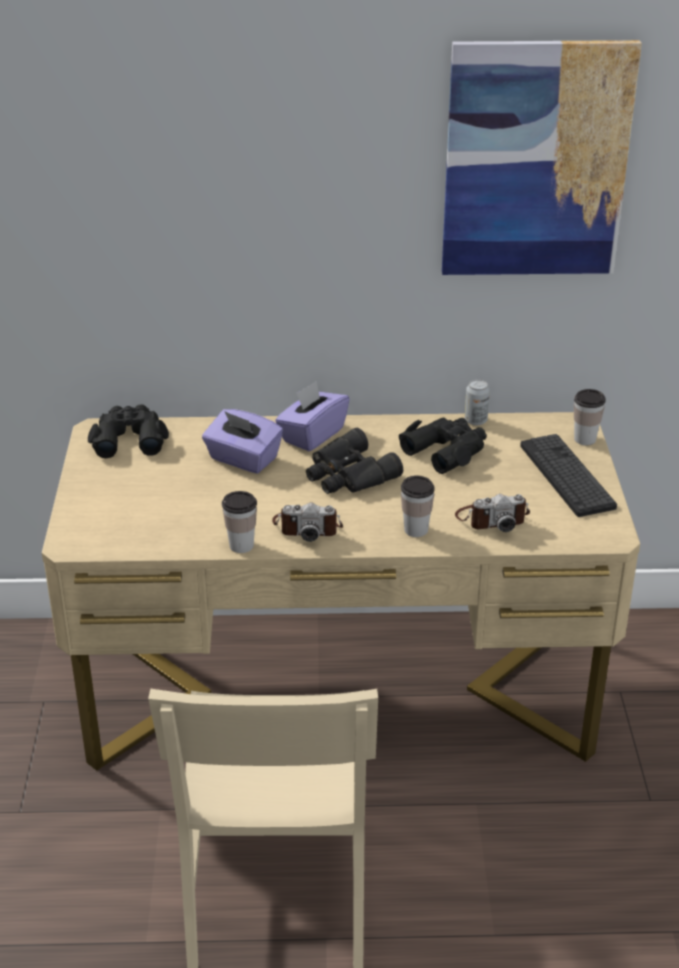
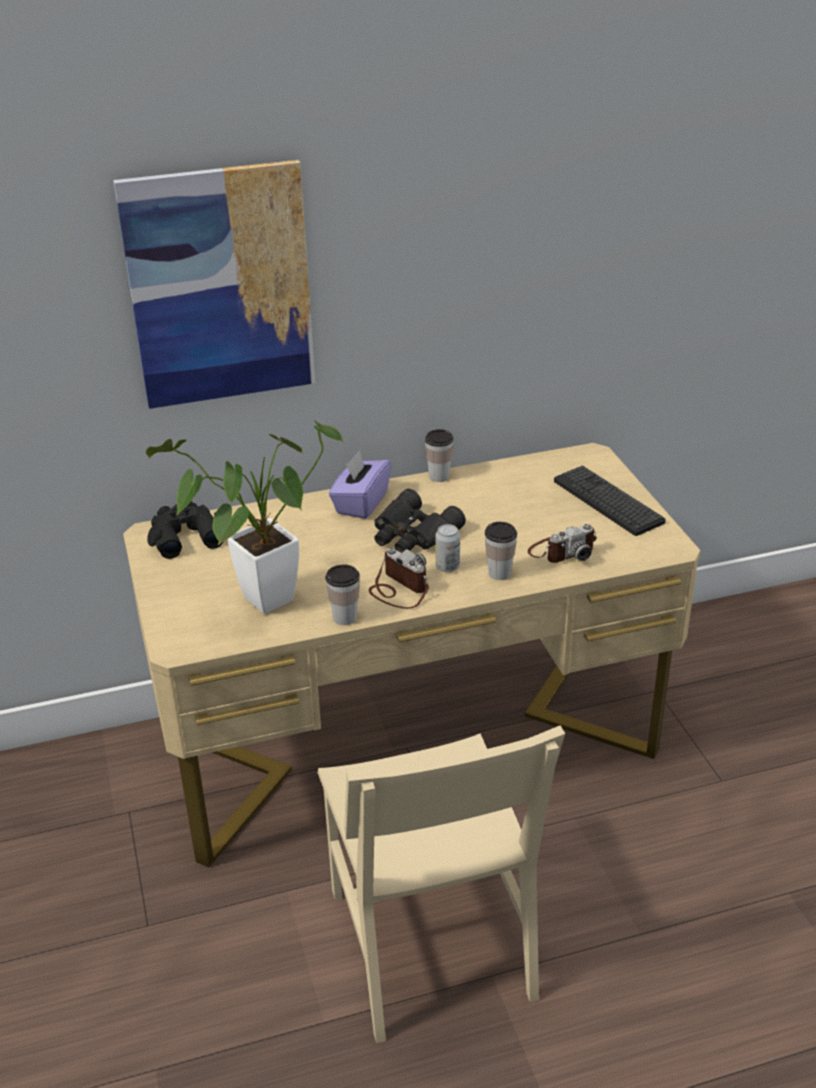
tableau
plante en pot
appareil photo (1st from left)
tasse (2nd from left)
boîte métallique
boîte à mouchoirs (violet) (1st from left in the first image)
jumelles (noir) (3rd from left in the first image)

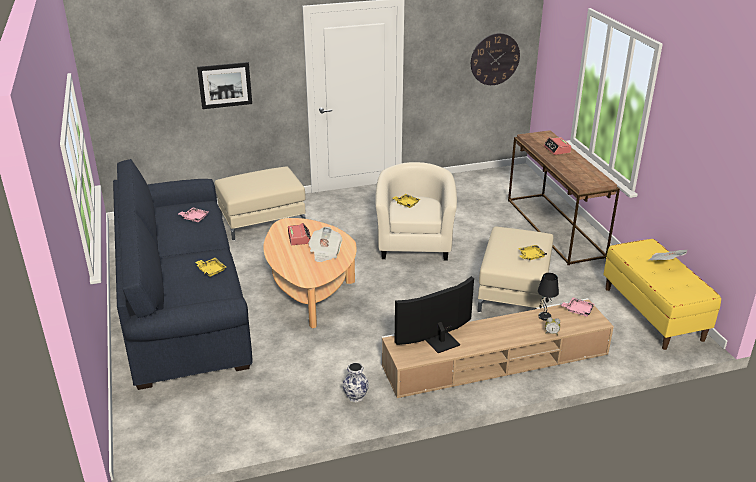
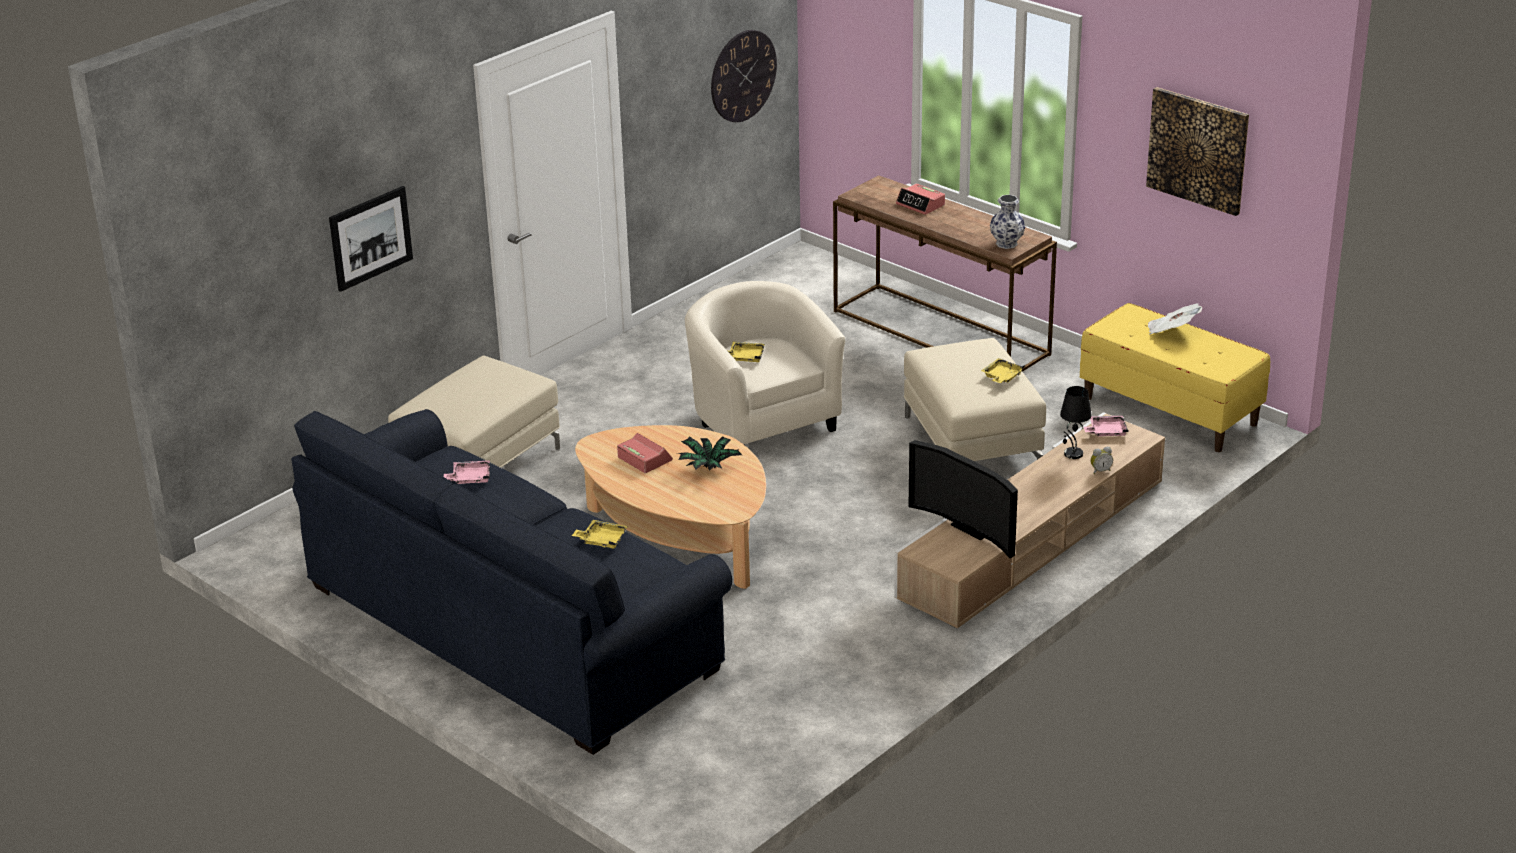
plante en pot
téléviseur
vase
tableau (2nd from left)

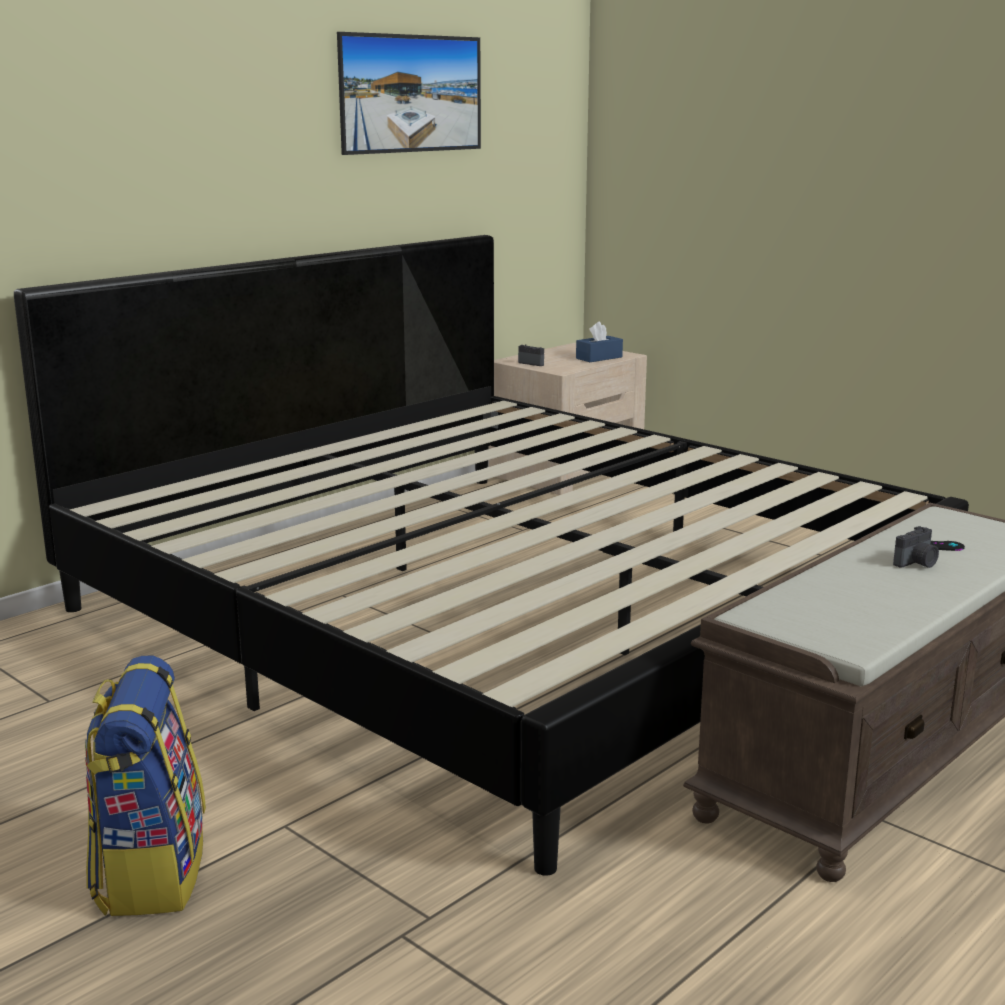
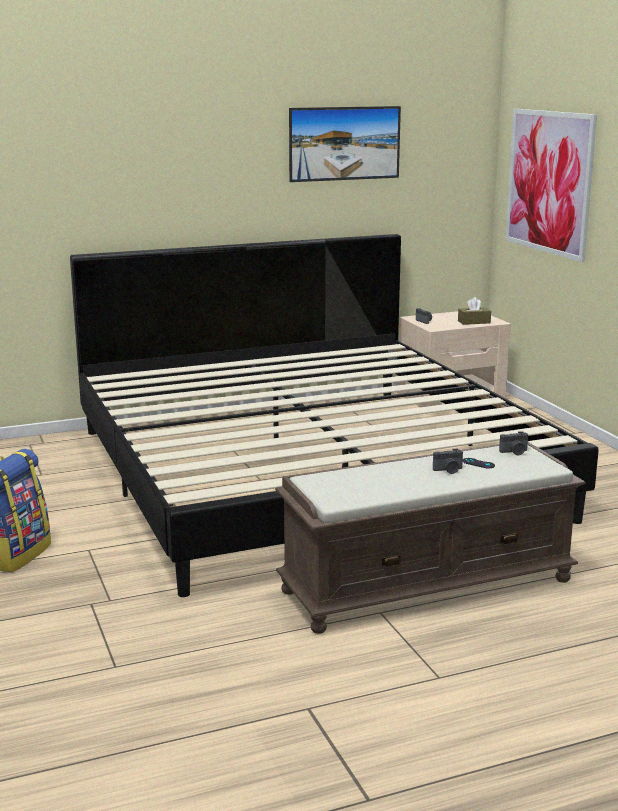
boîte à mouchoirs (marron)
appareil photo (3rd from left)
tableau (2nd from left)

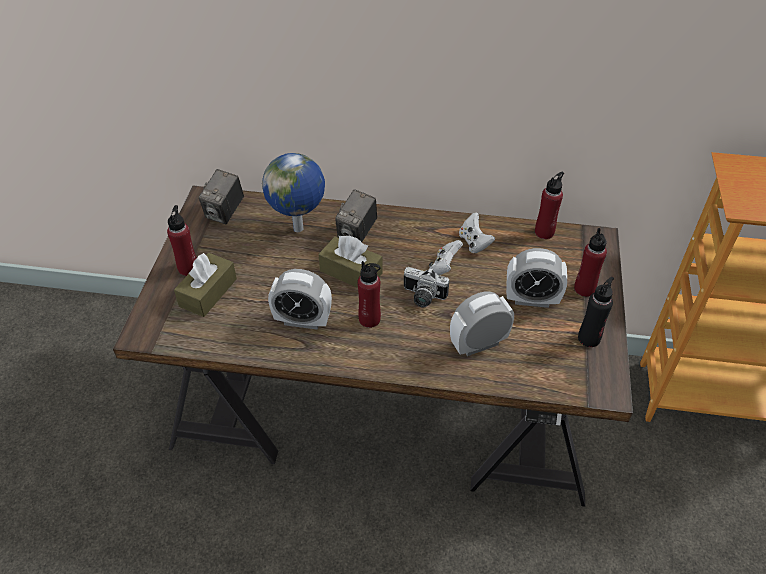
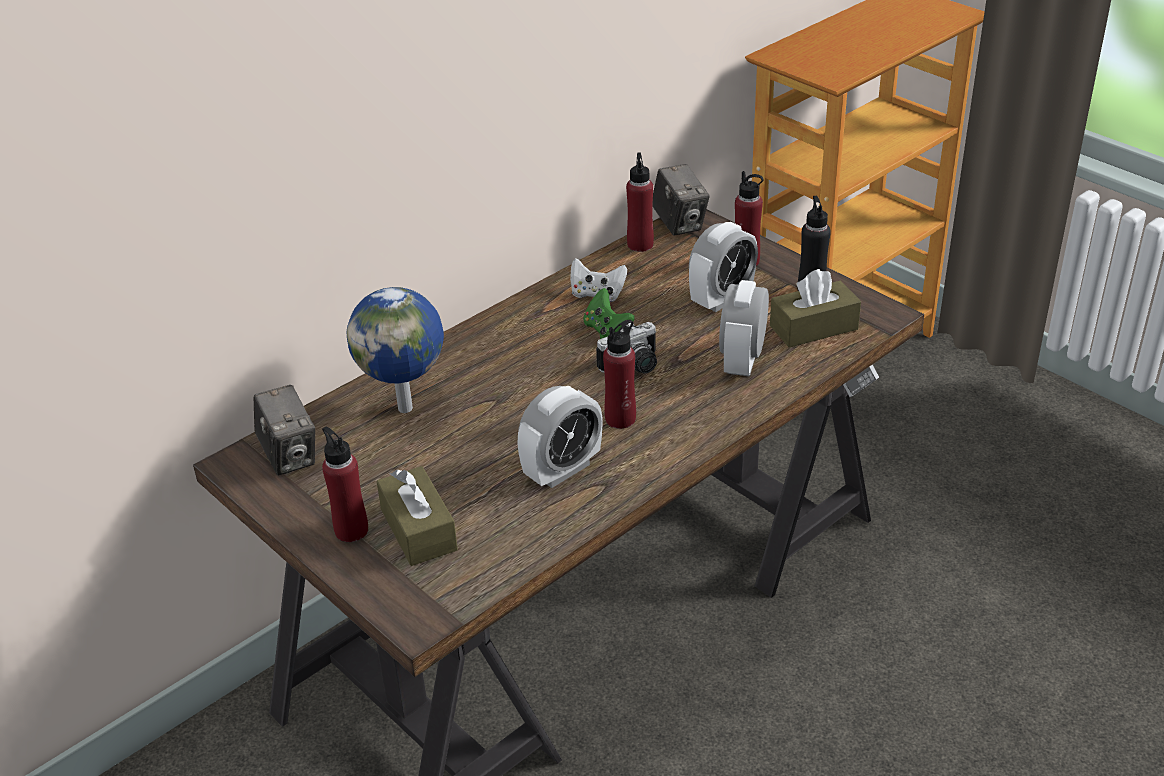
manette (vert)
appareil photo (3rd from left)
boîte à mouchoirs (marron) (2nd from left)

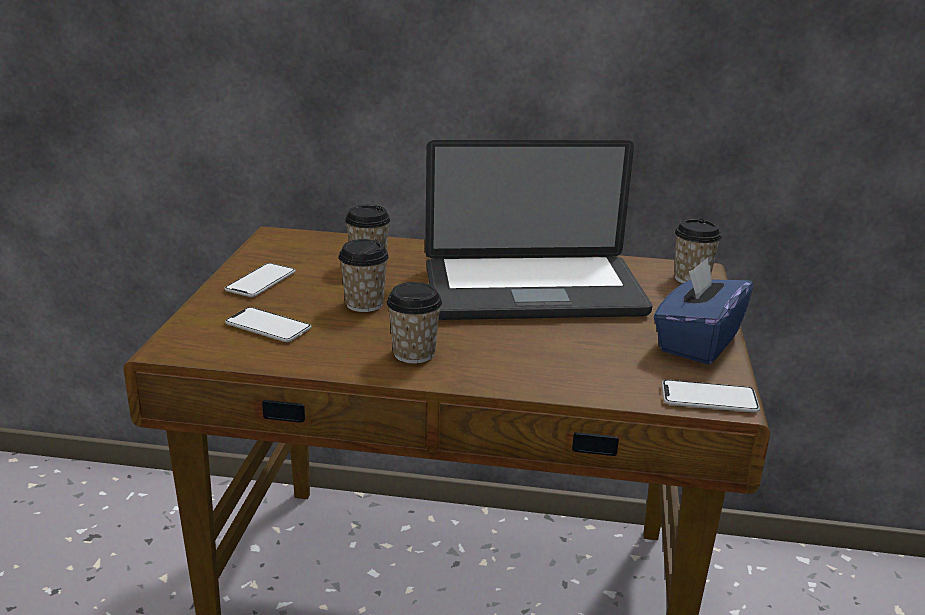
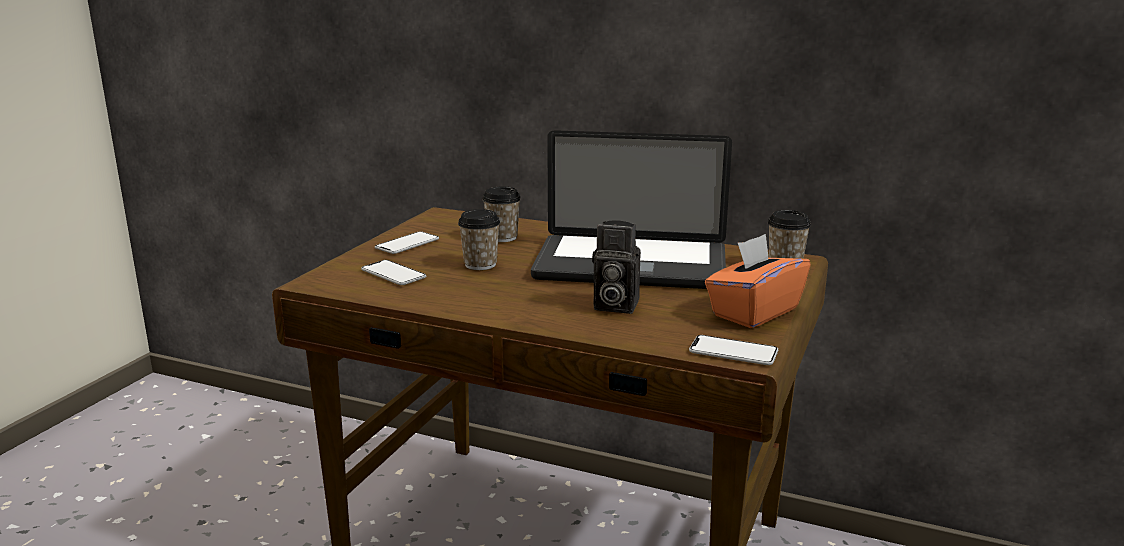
appareil photo
boîte à mouchoirs (orange)
tasse (3rd from left in the first image)

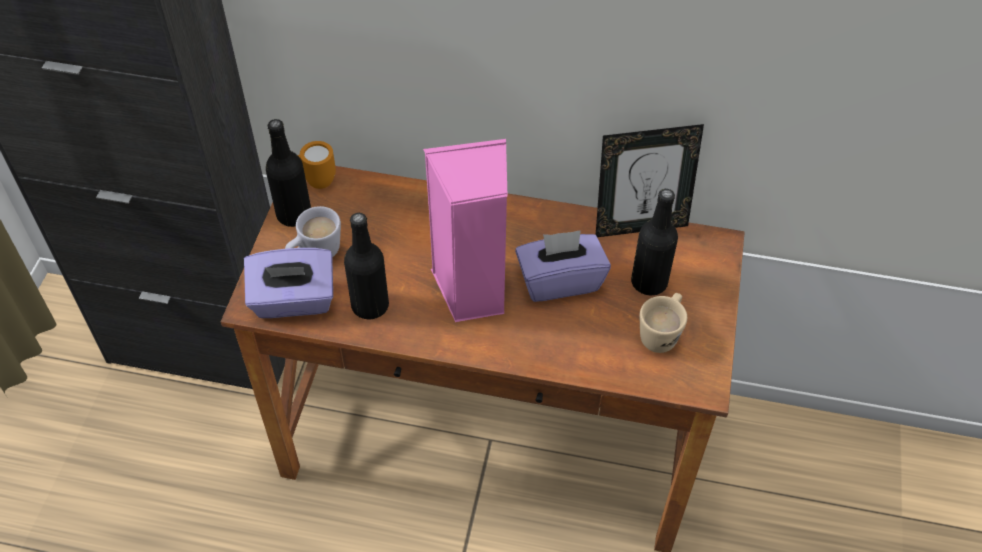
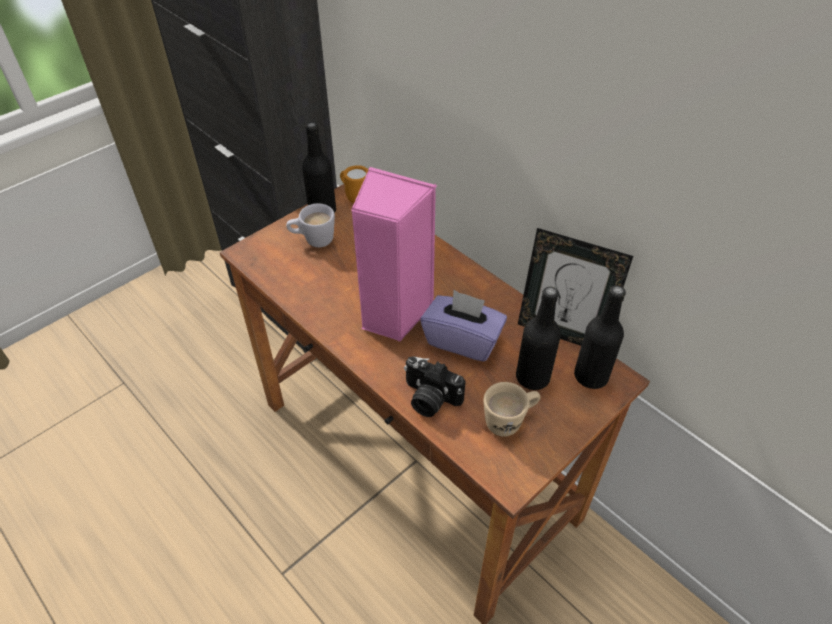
appareil photo
bouteille (noir) (3rd from left)
boîte à mouchoirs (violet) (1st from left in the first image)

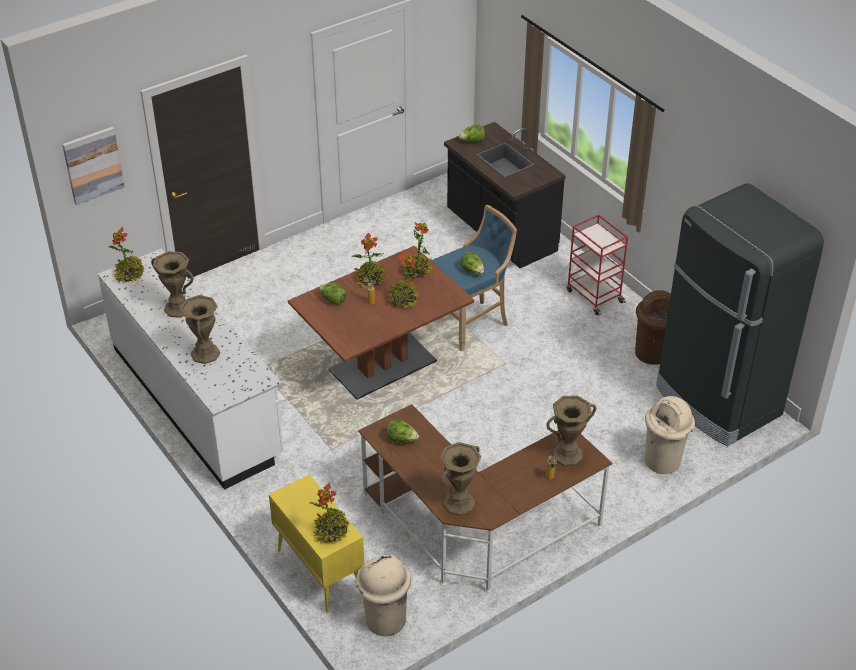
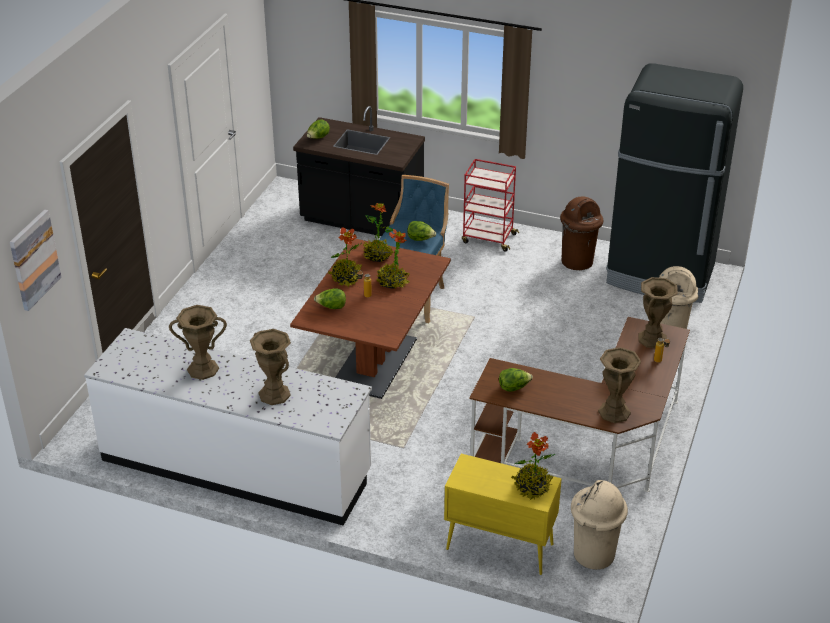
plante en pot (1st from left in the first image)

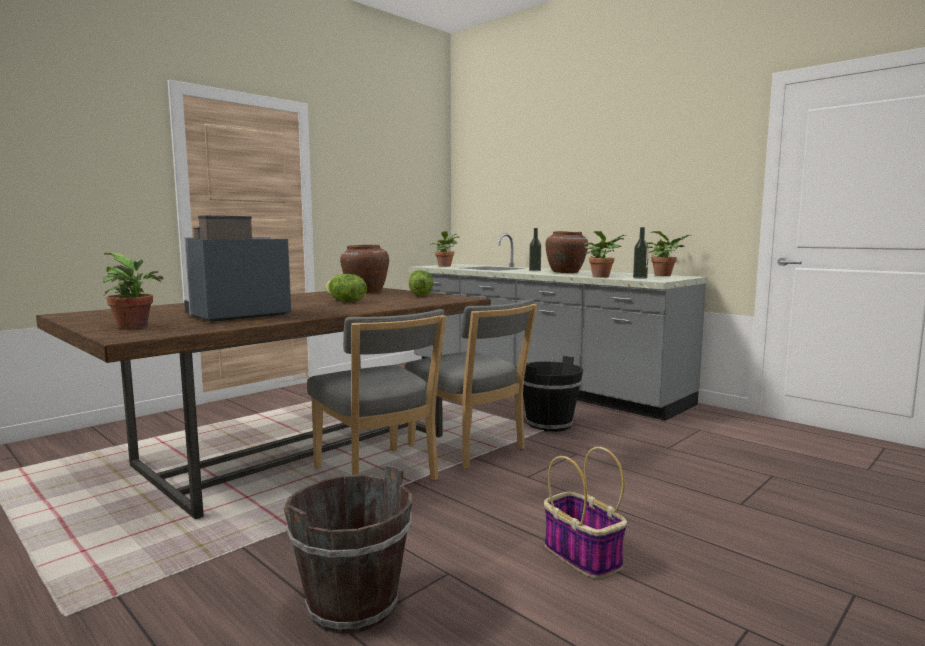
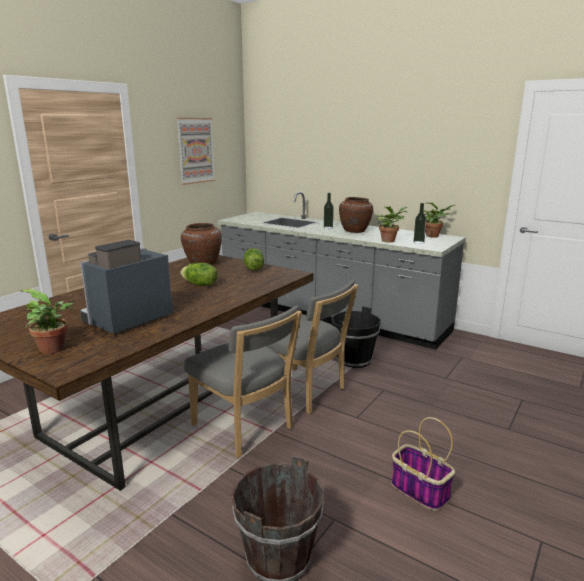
tableau
plante en pot (2nd from left in the first image)

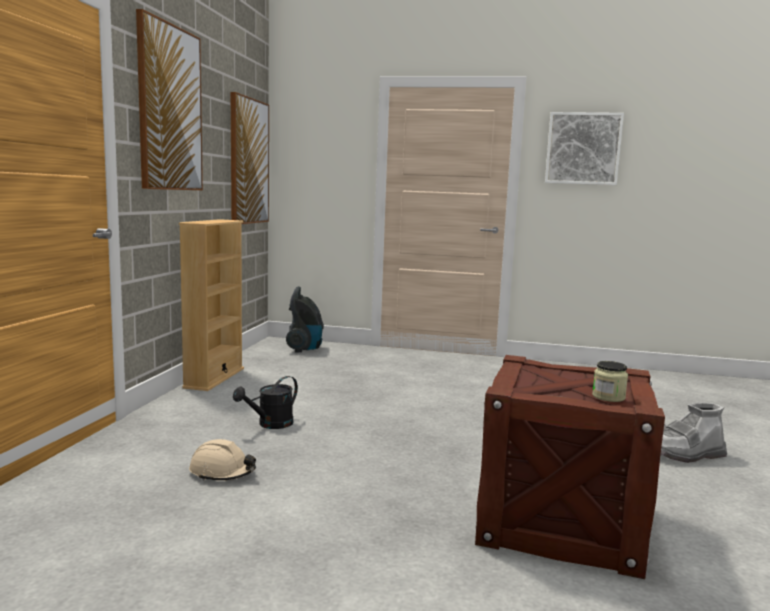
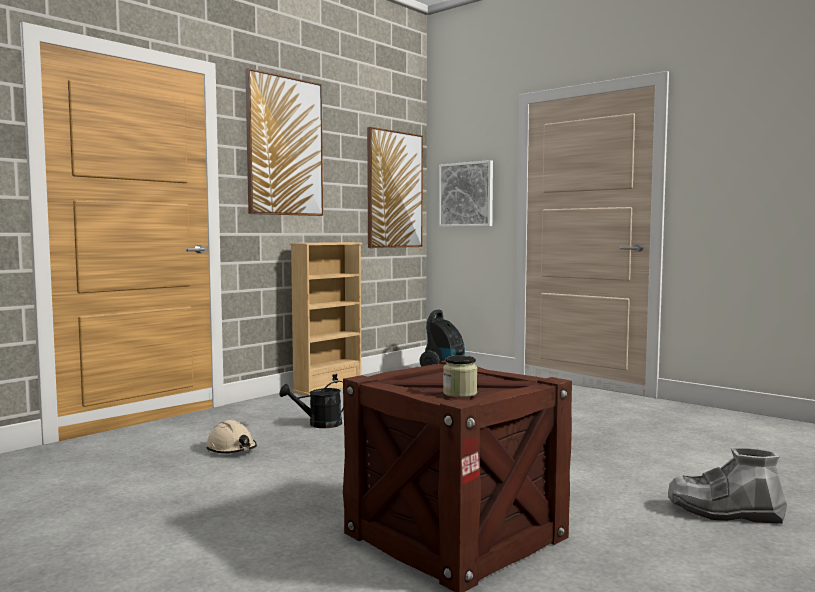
tableau (3rd from left)

